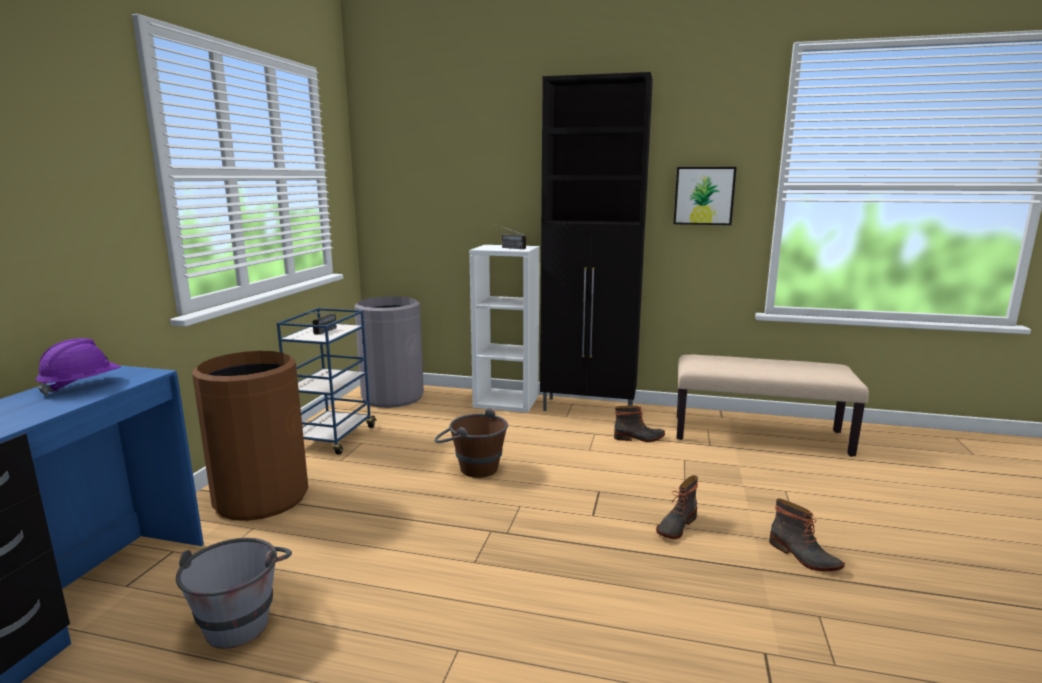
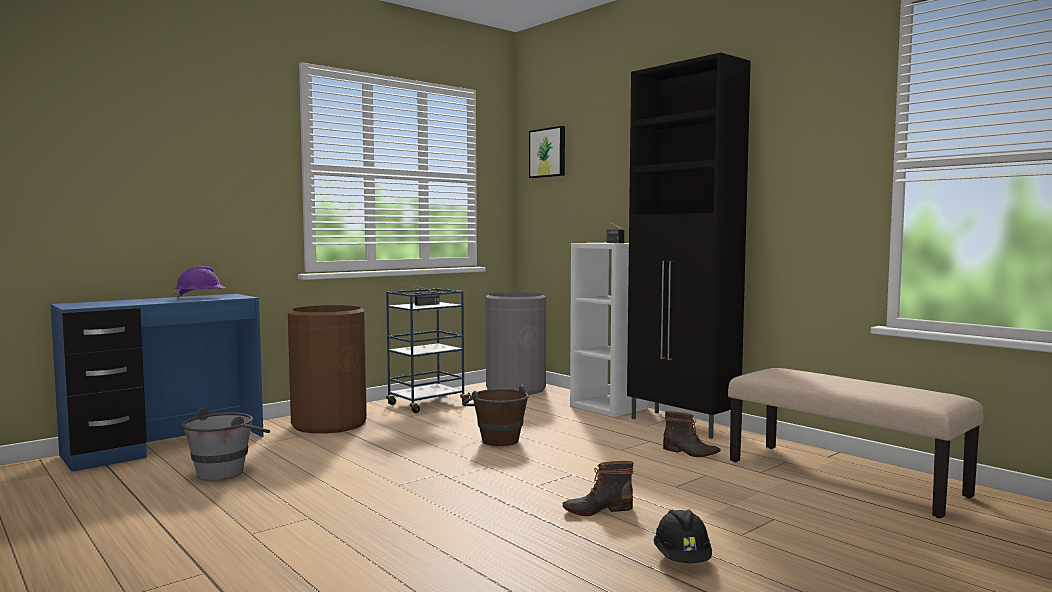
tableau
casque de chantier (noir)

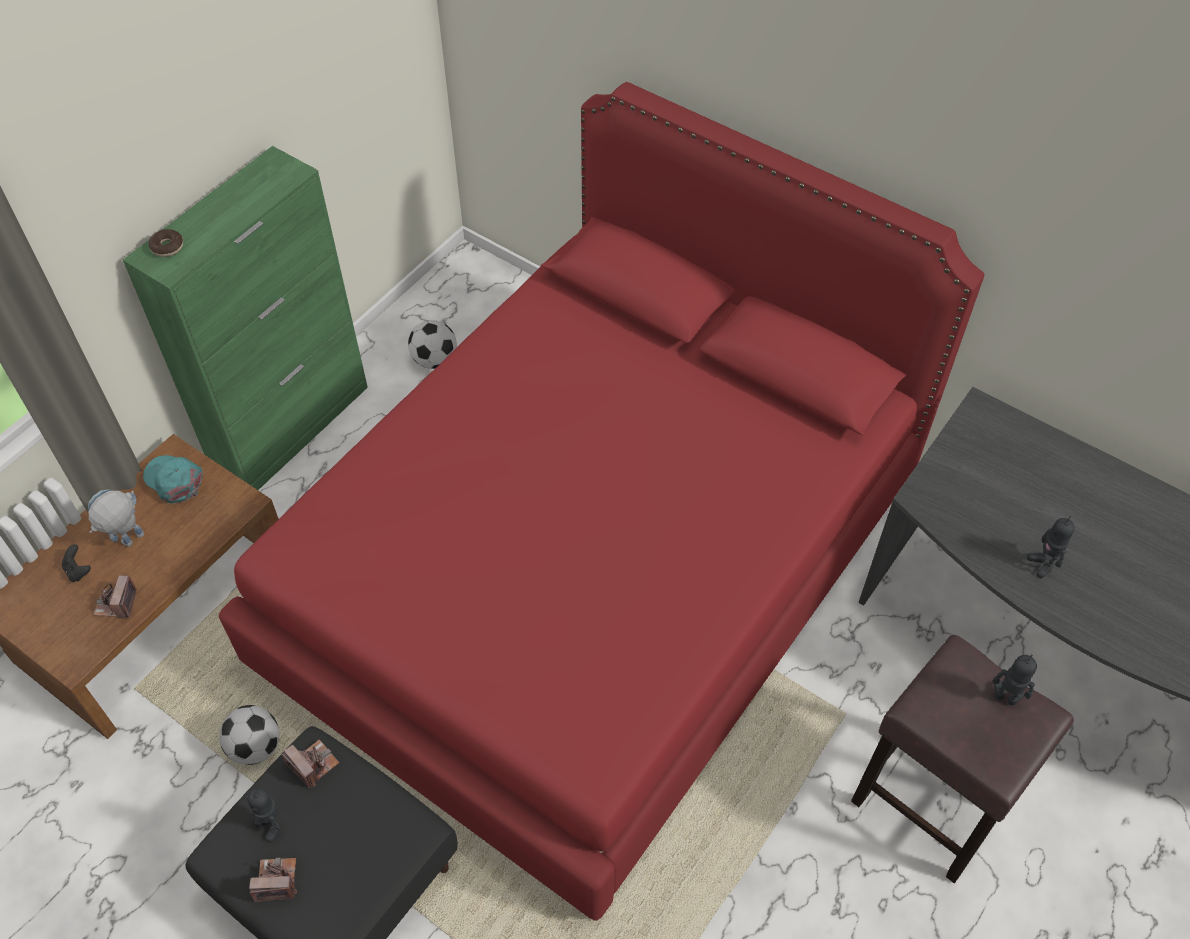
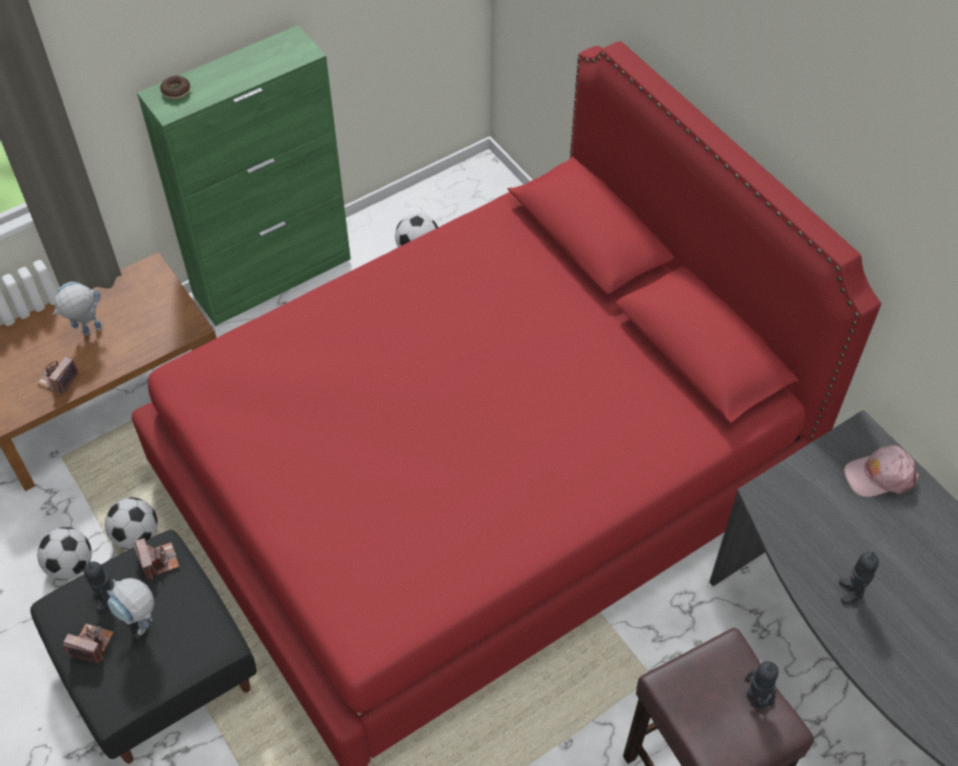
ballon de foot (1st from left)
robot jouet (3rd from left)
casquette (rose)
manette (noir)
casquette (turquoise)

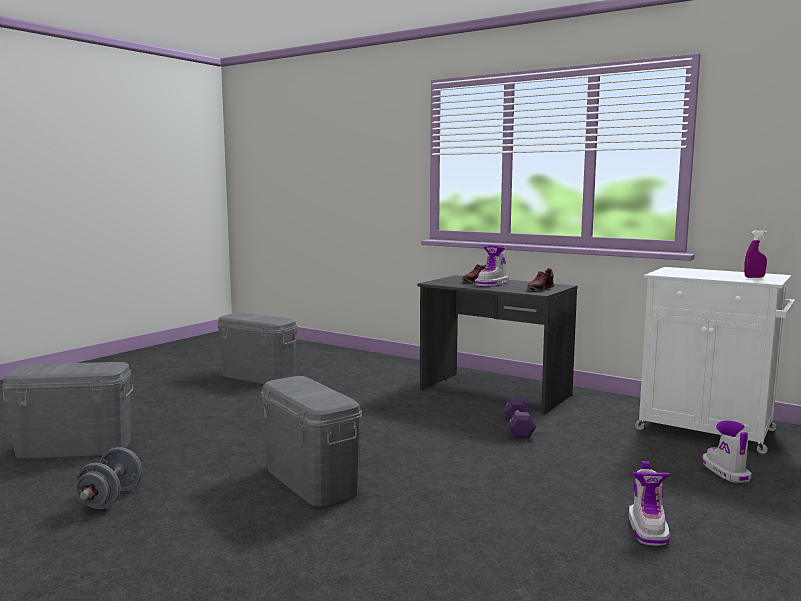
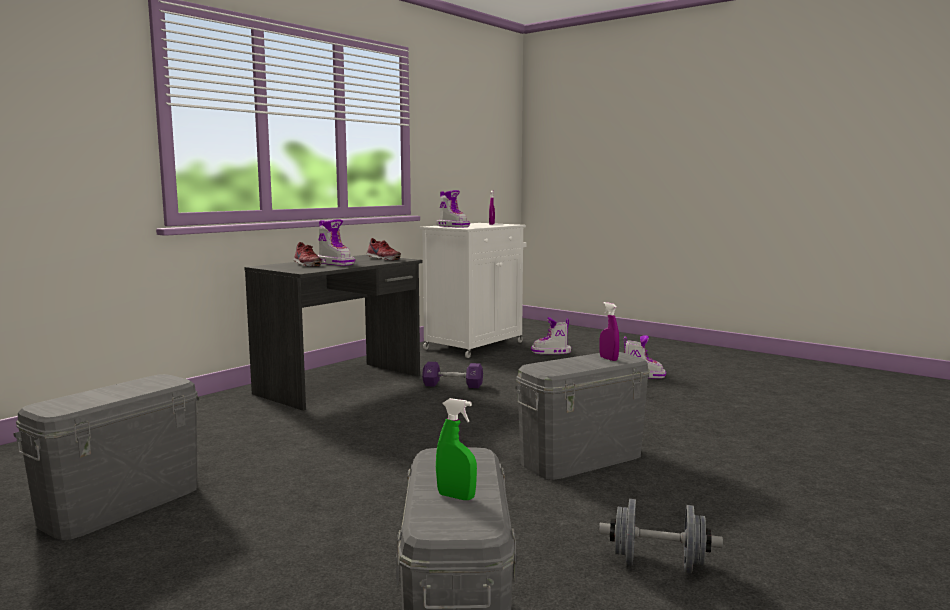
botte (2nd from left)
vaporisateur (vert)
vaporisateur (violet) (2nd from left)

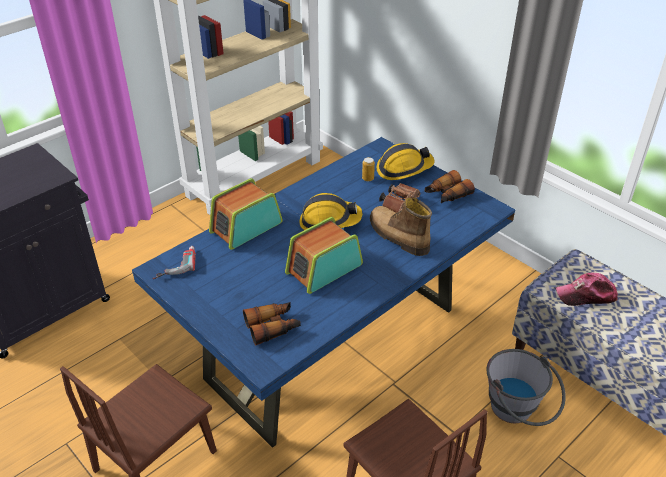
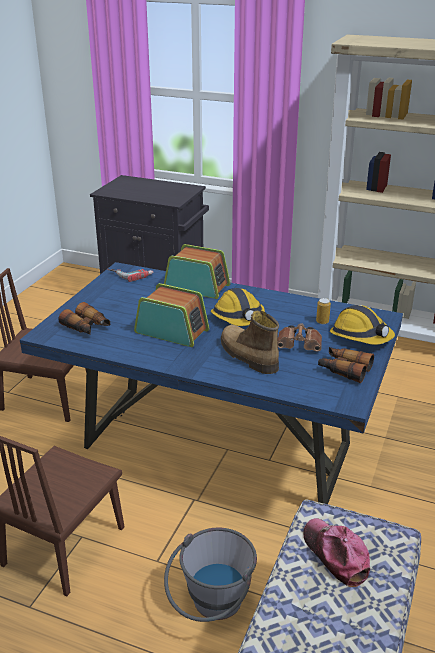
botte

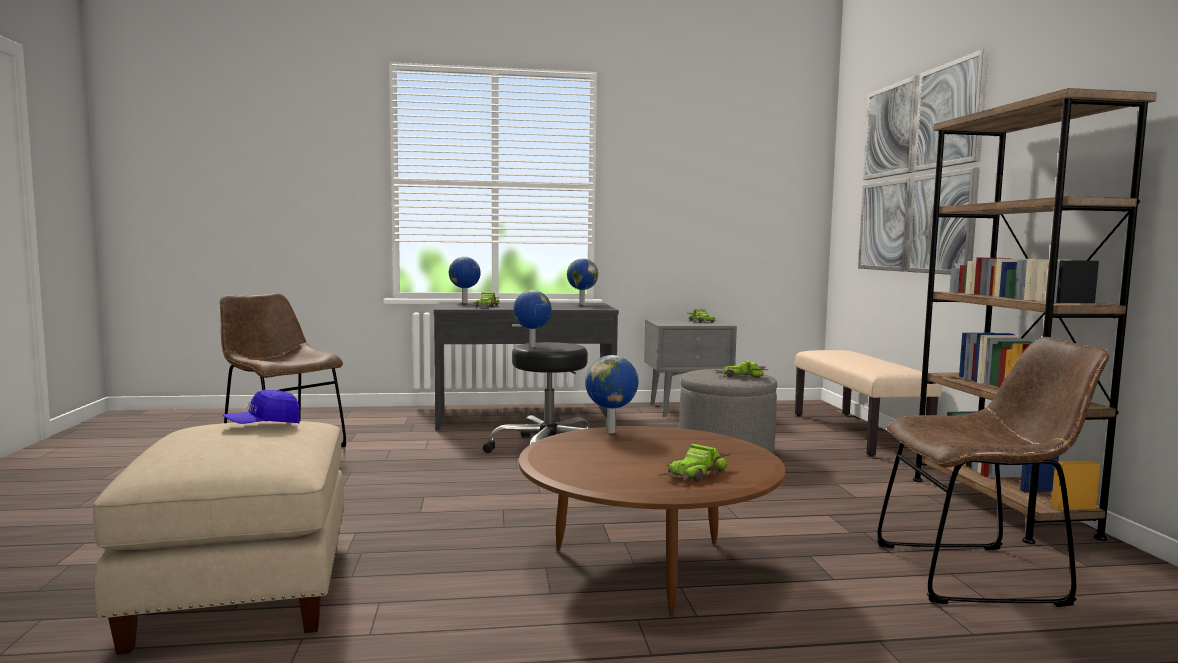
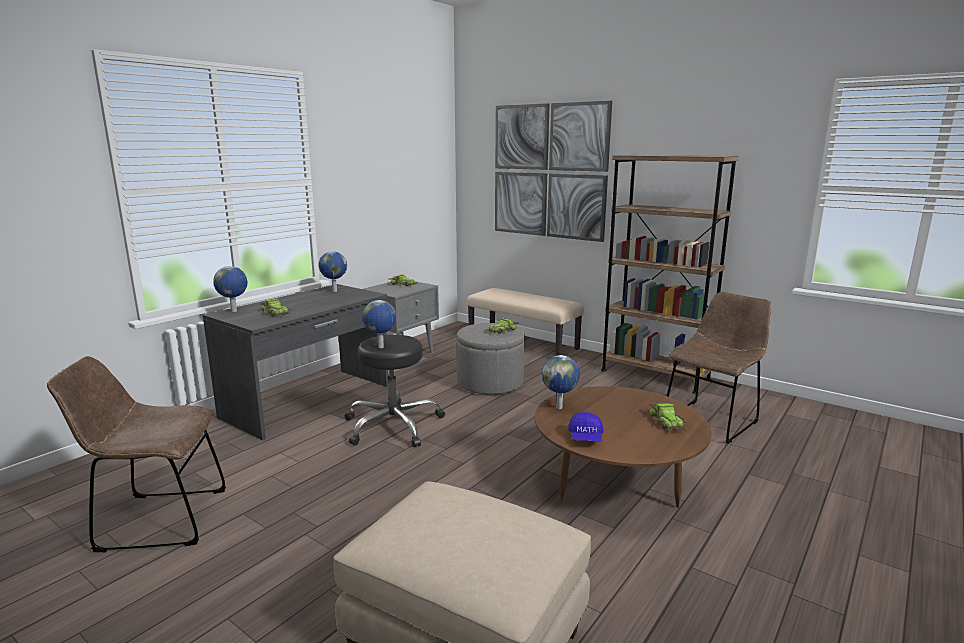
casquette (bleu)

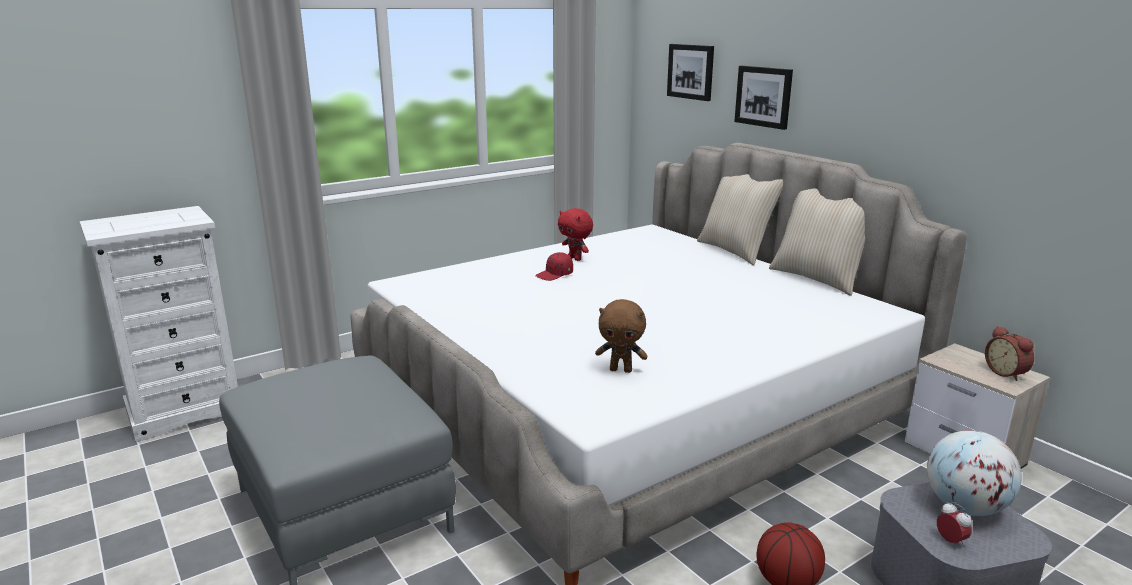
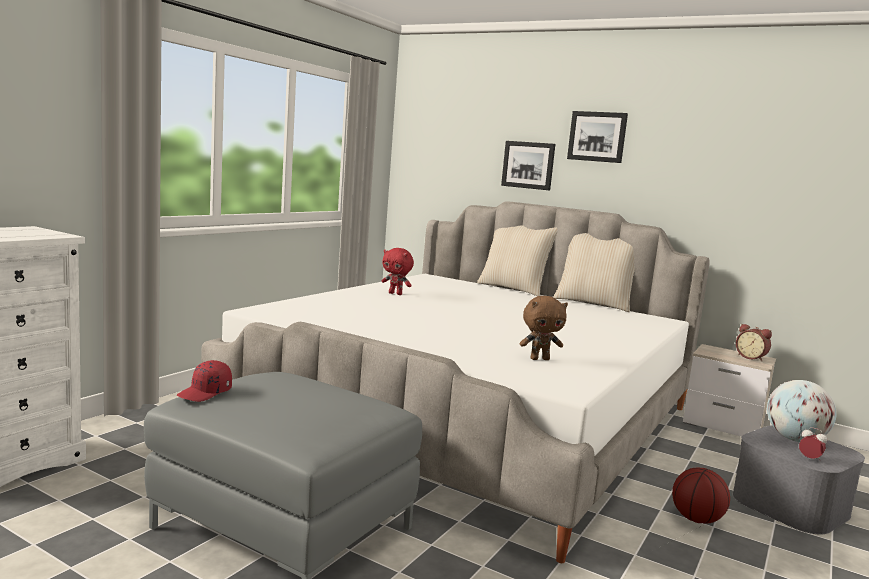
casquette (rouge)
tableau (2nd from left)

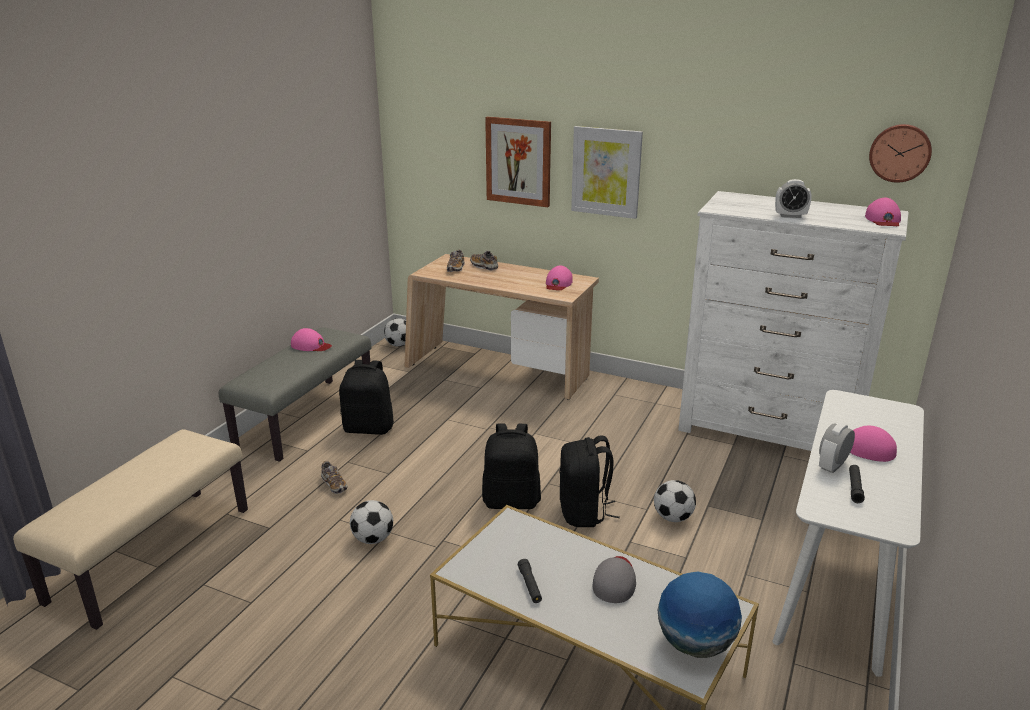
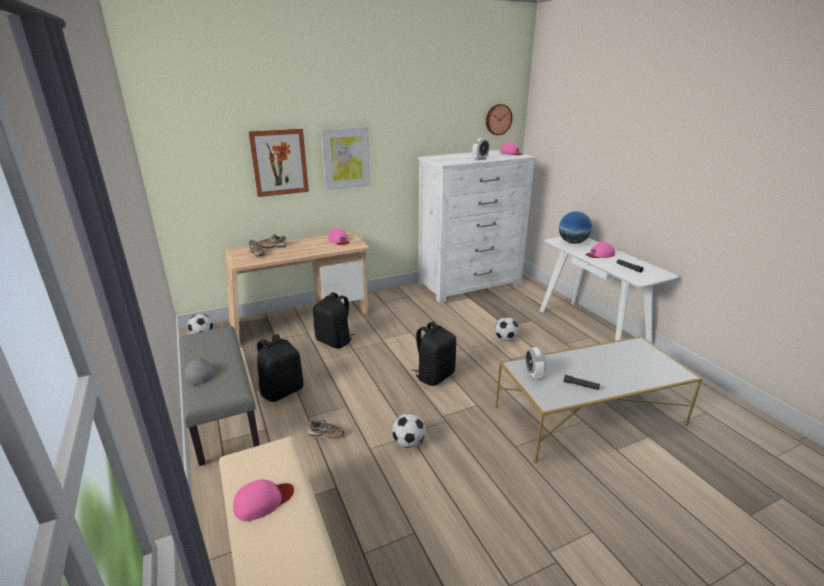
casquette (gris)
casquette (rose) (1st from left)
sac à dos (noir) (2nd from left)
réveil (2nd from left)
globe

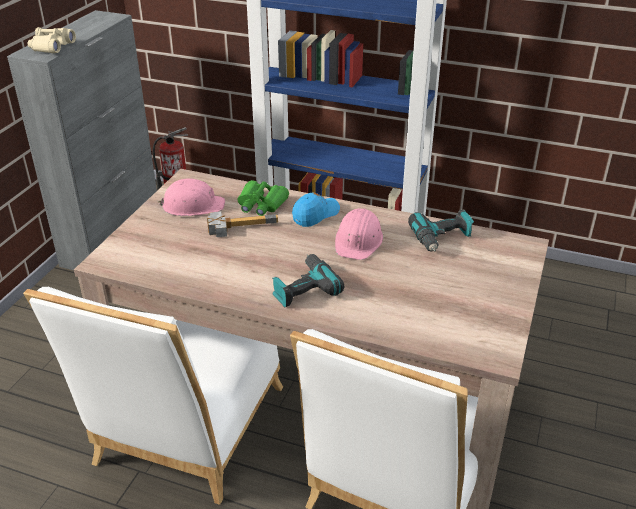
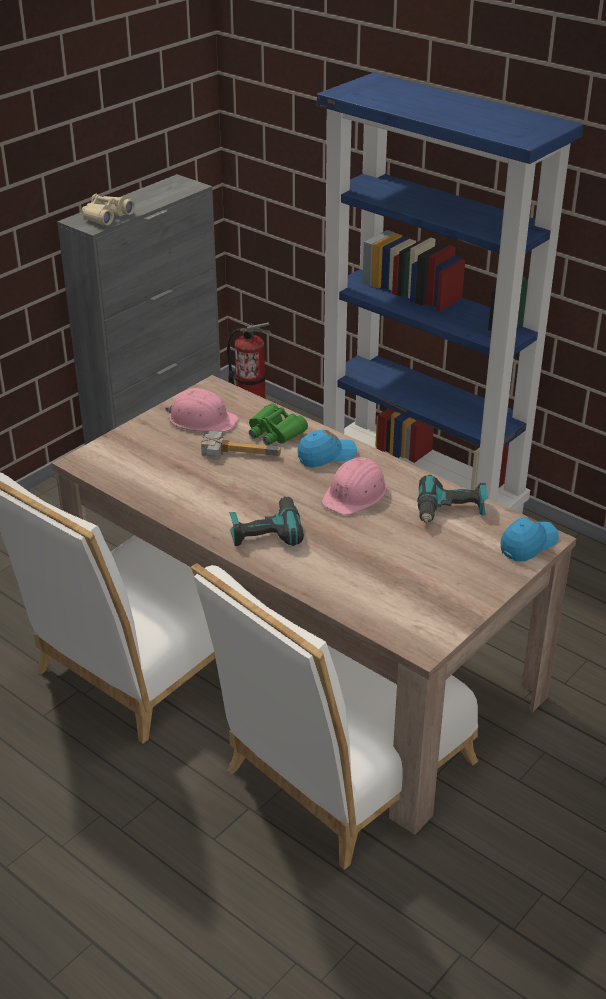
casquette (bleu) (2nd from left)

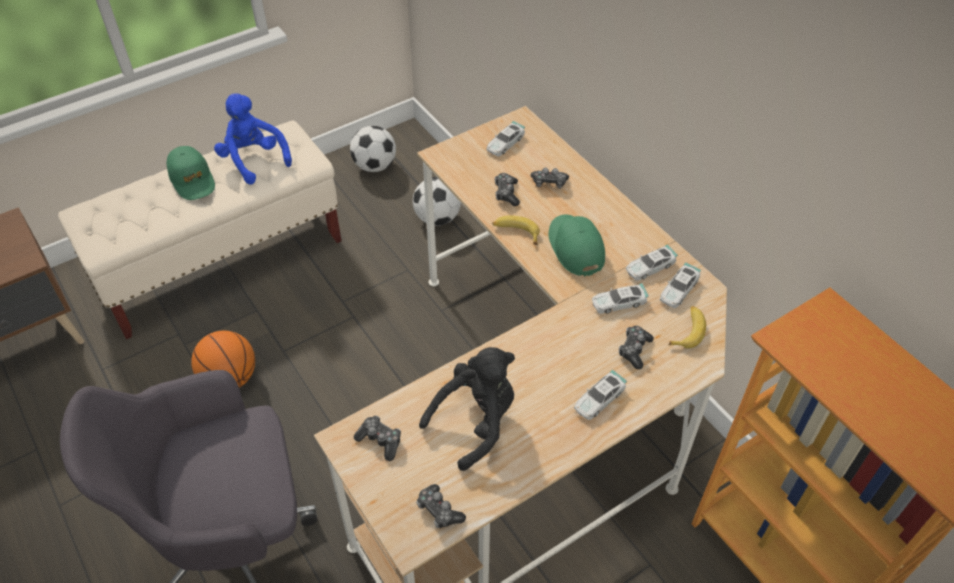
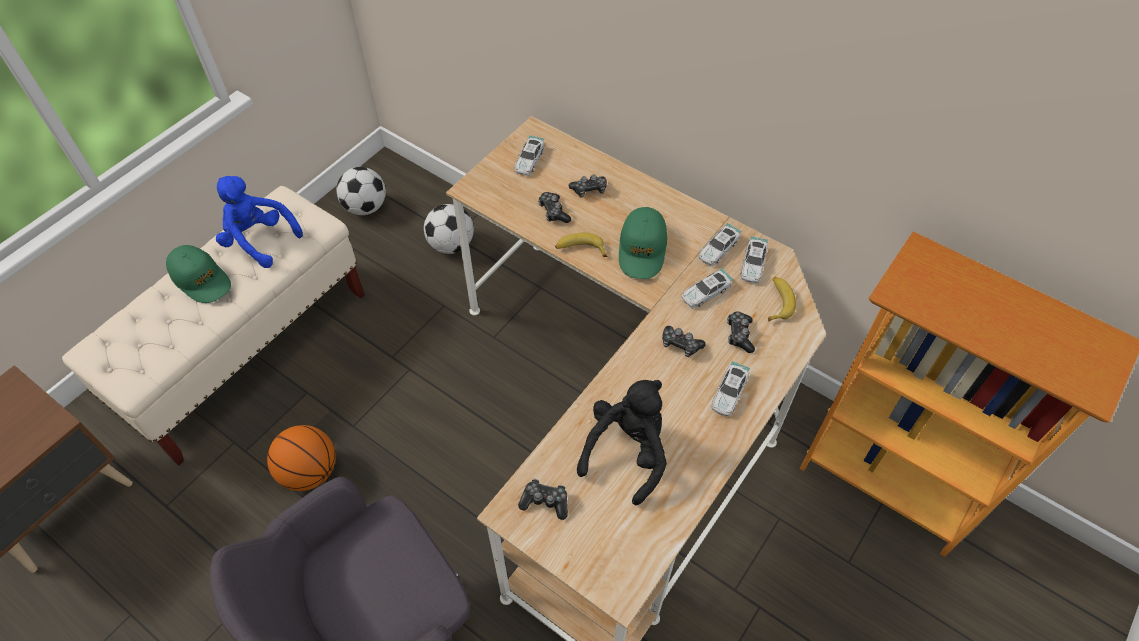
casquette (vert) (2nd from left)
manette (4th from left)

